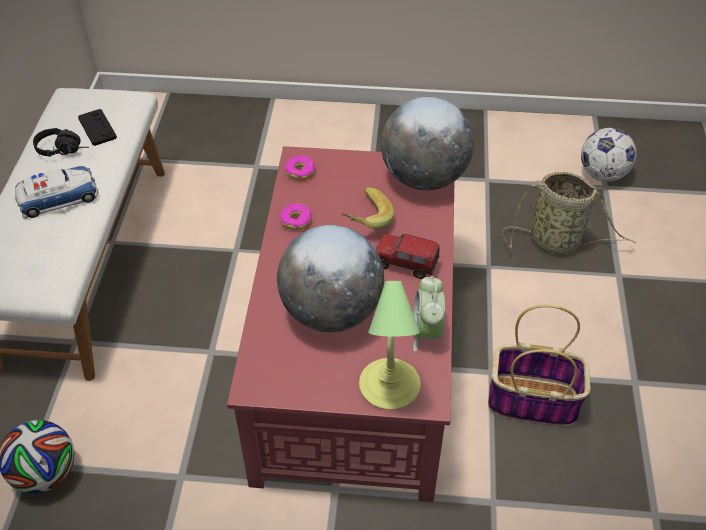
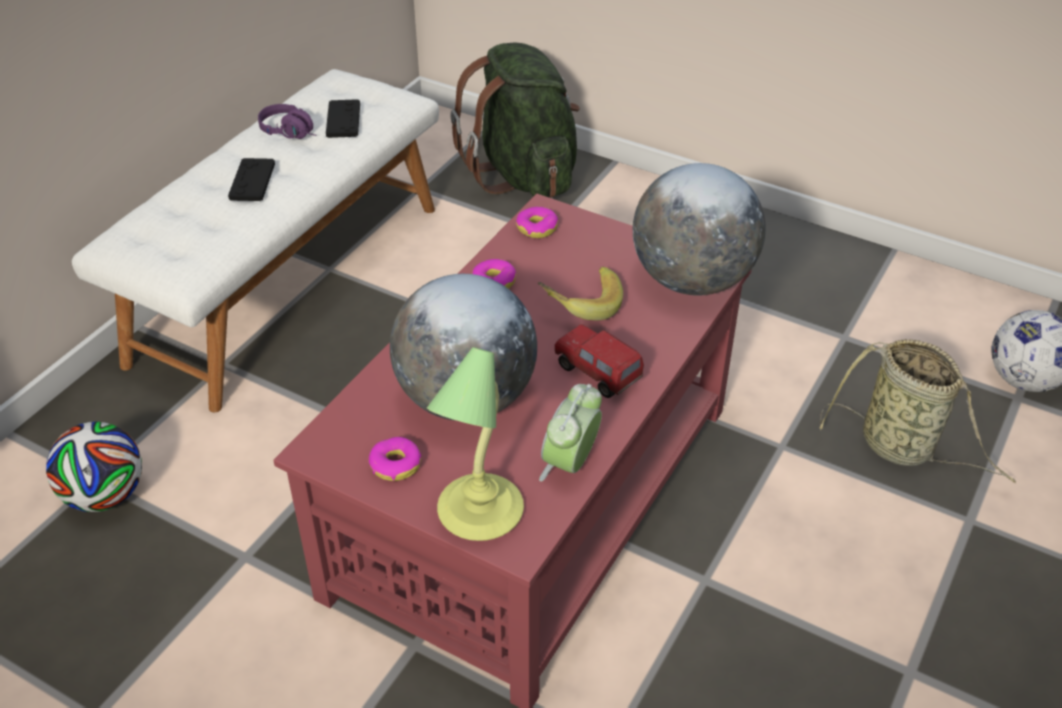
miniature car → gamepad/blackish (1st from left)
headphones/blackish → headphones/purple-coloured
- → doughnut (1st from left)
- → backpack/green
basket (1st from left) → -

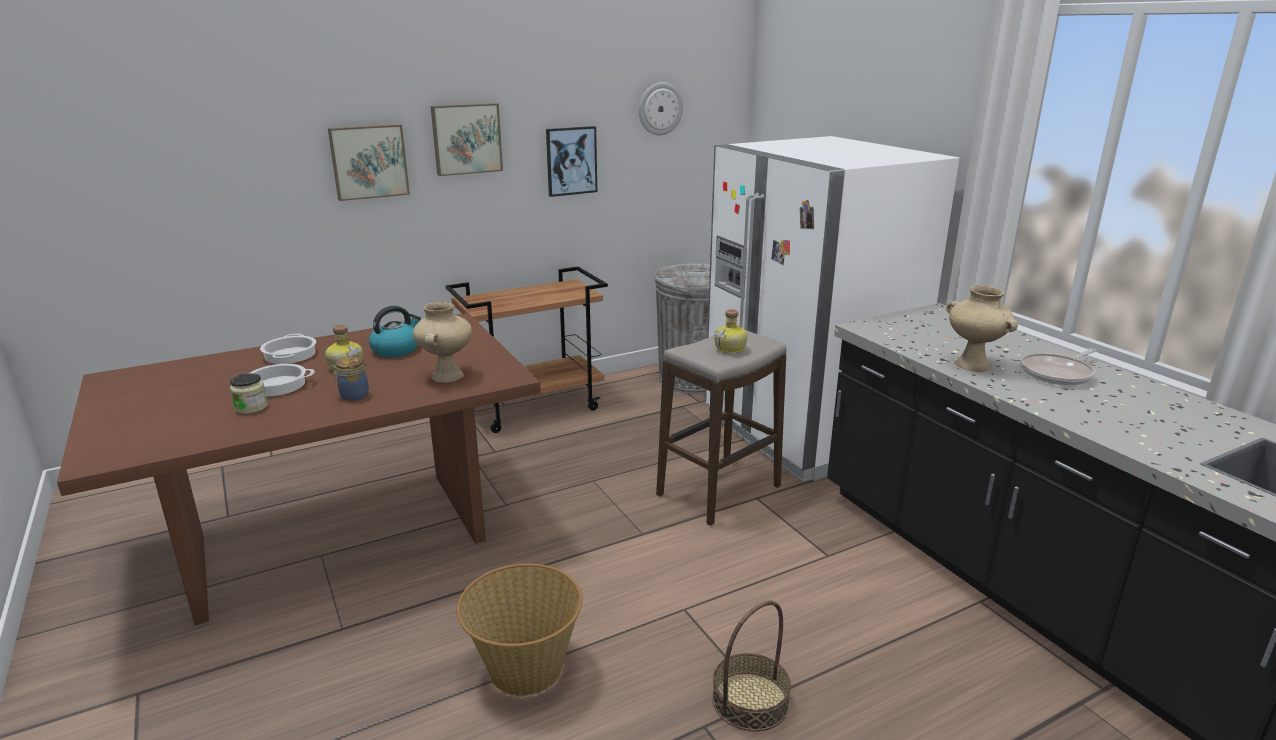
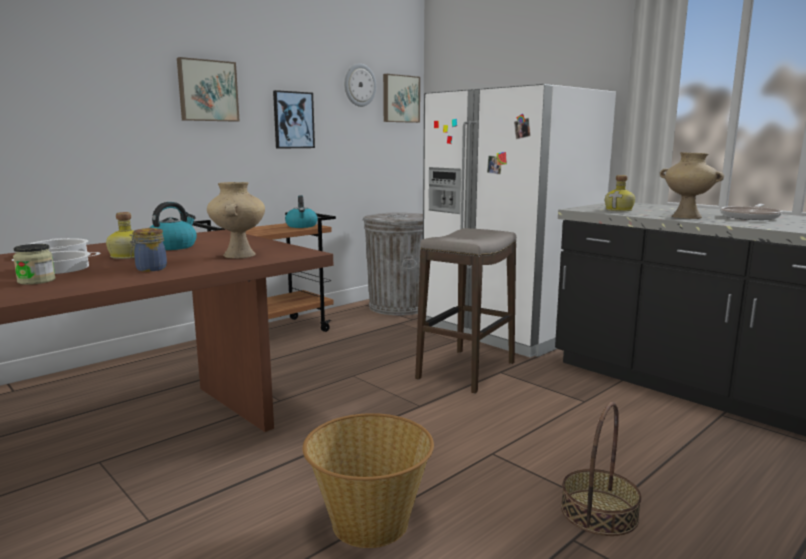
- → water kettle (2nd from left)
picture (1st from left in the first image) → picture (3rd from left), moved
drink bottle (2nd from left), moved

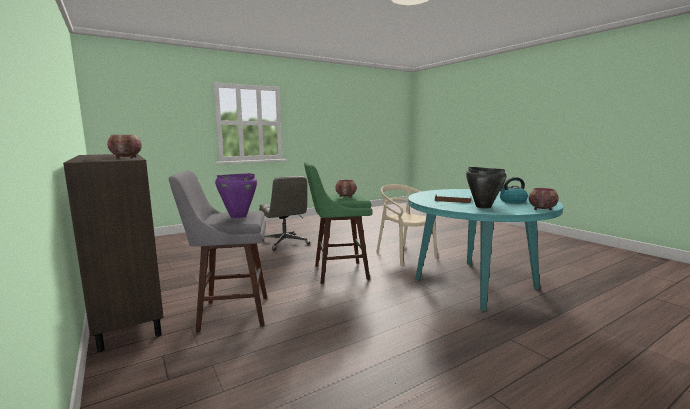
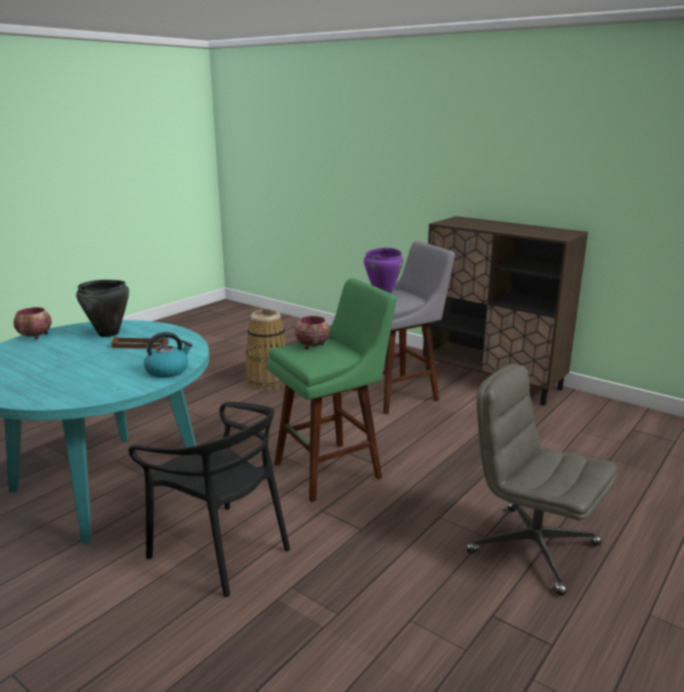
upright chair/beige-coloured → upright chair/blackish
water kettle, moved
- → basket
bowl (1st from left) → -

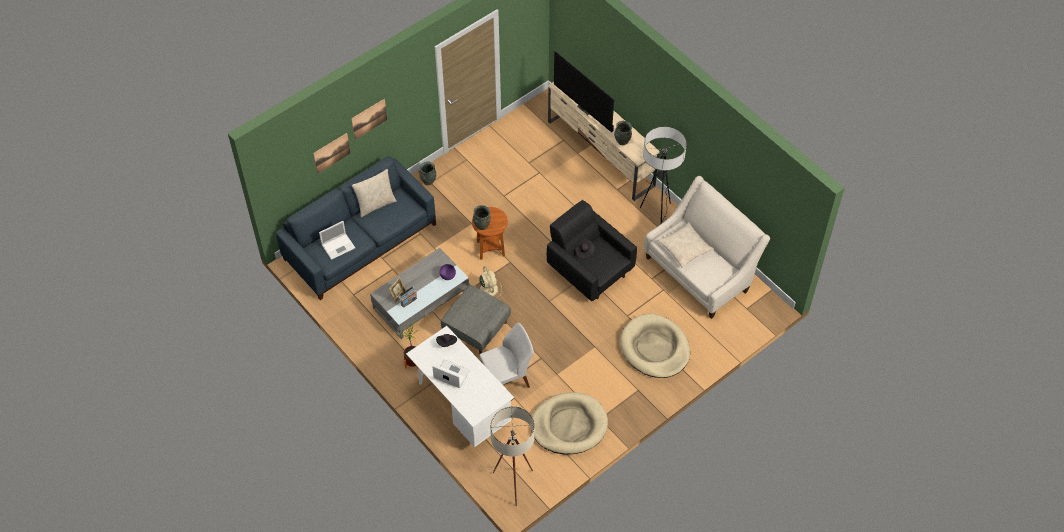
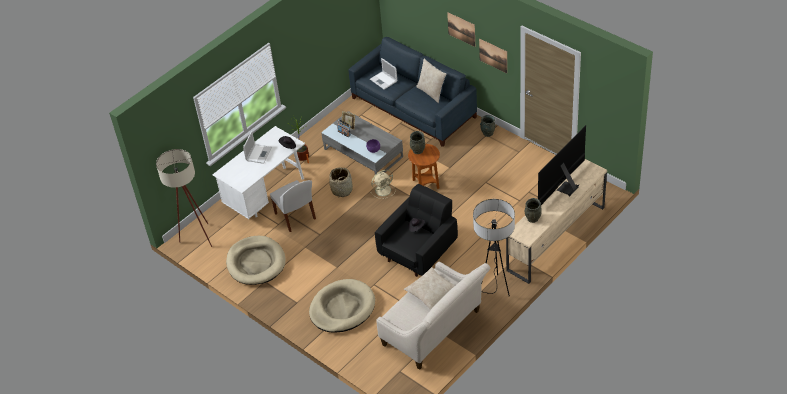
pouffe/gray → basket
picture (1st from left in the first image) → picture (2nd from left), moved

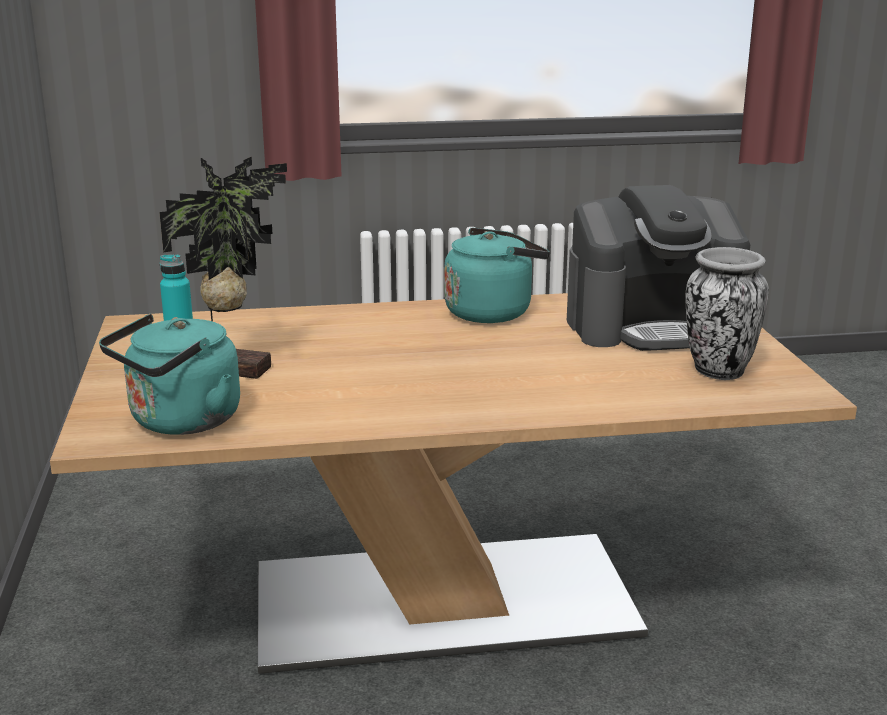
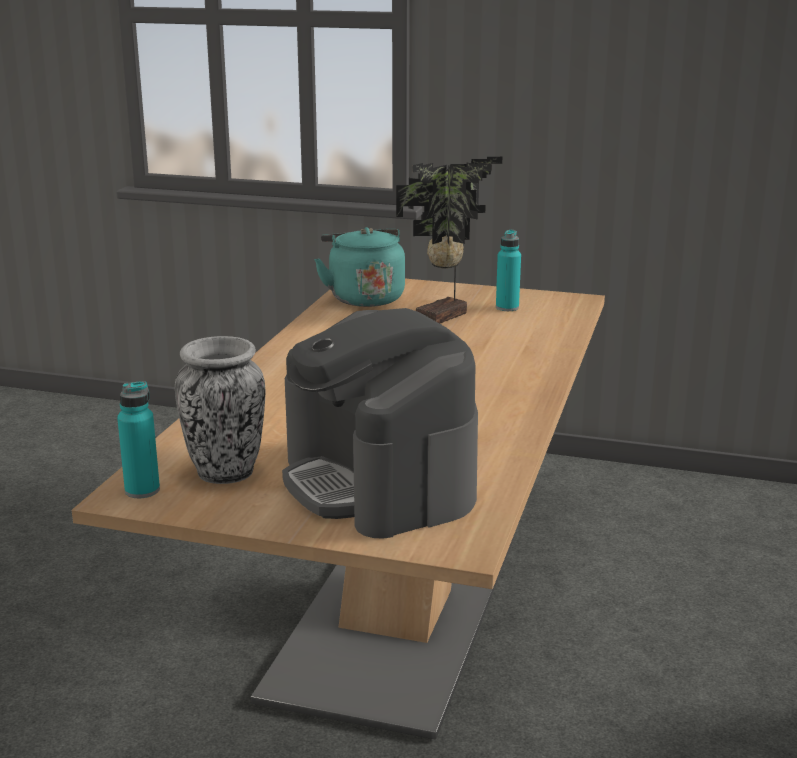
- → drink bottle/turquoise (1st from left)
coffee maker, 45 degrees counterclockwise
water kettle/turquoise (2nd from left) → -

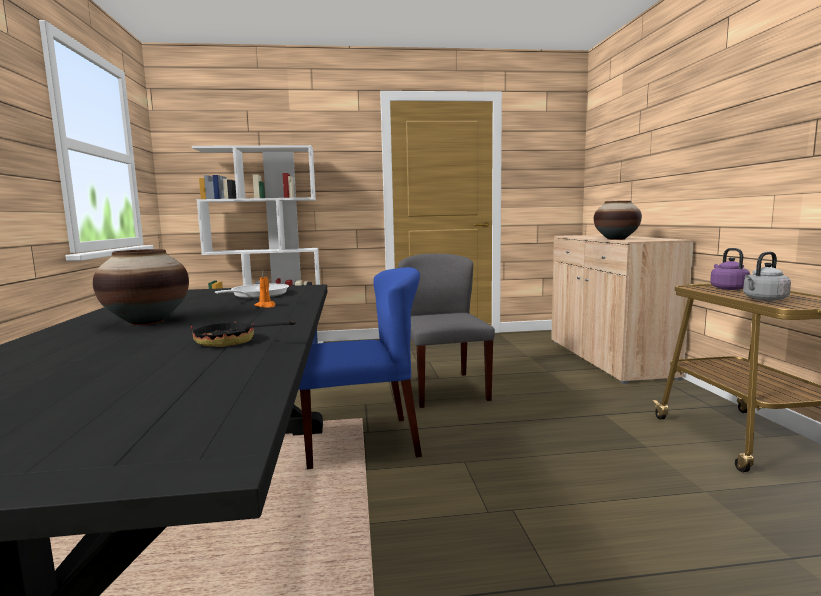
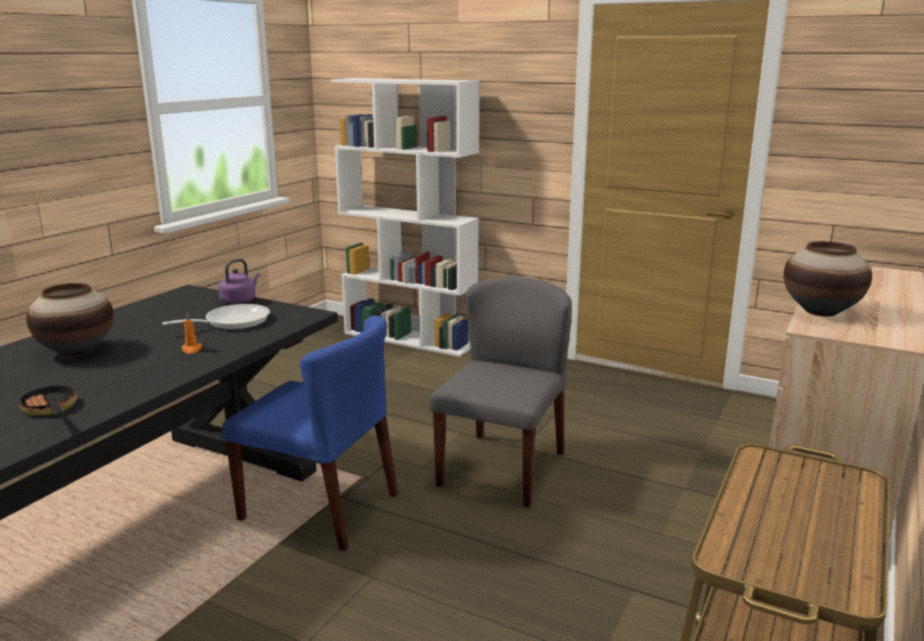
water kettle/purple-coloured, moved
water kettle/gray → -

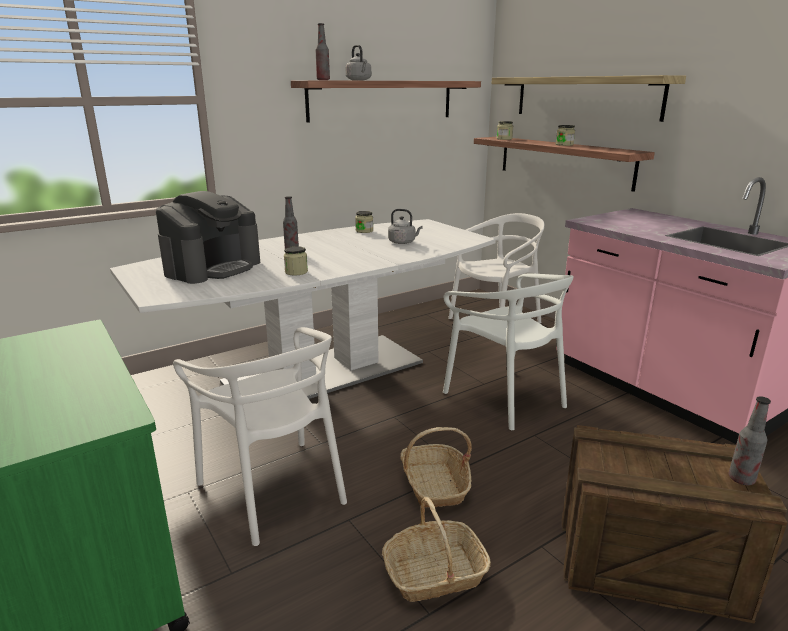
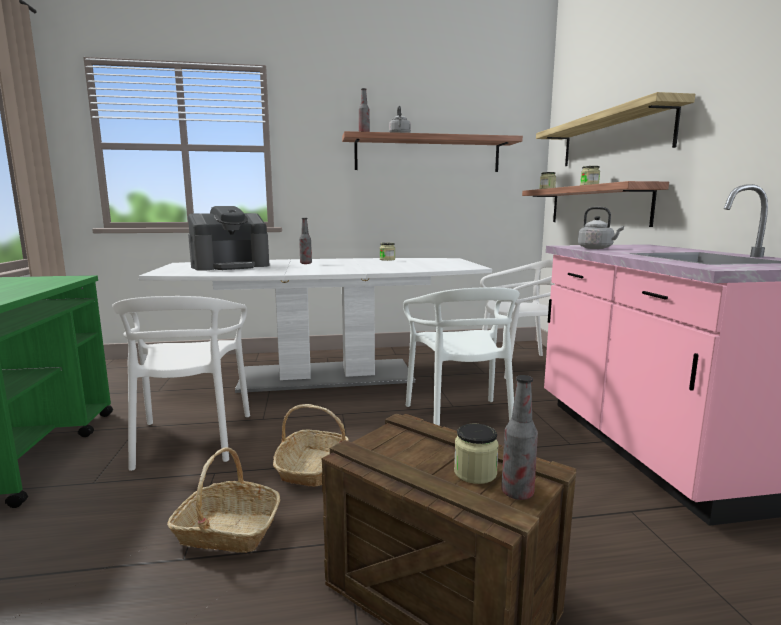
storage jar (1st from left in the first image) → storage jar (2nd from left), moved
water kettle/gray (2nd from left), moved

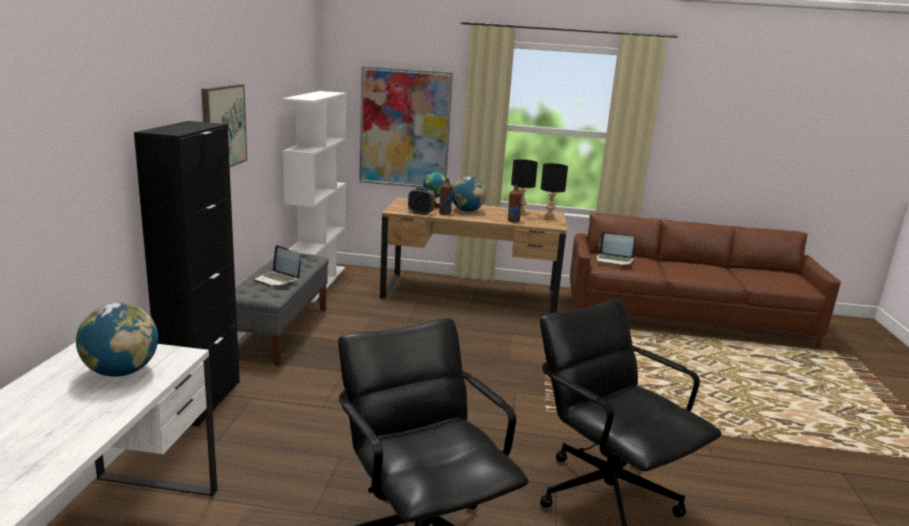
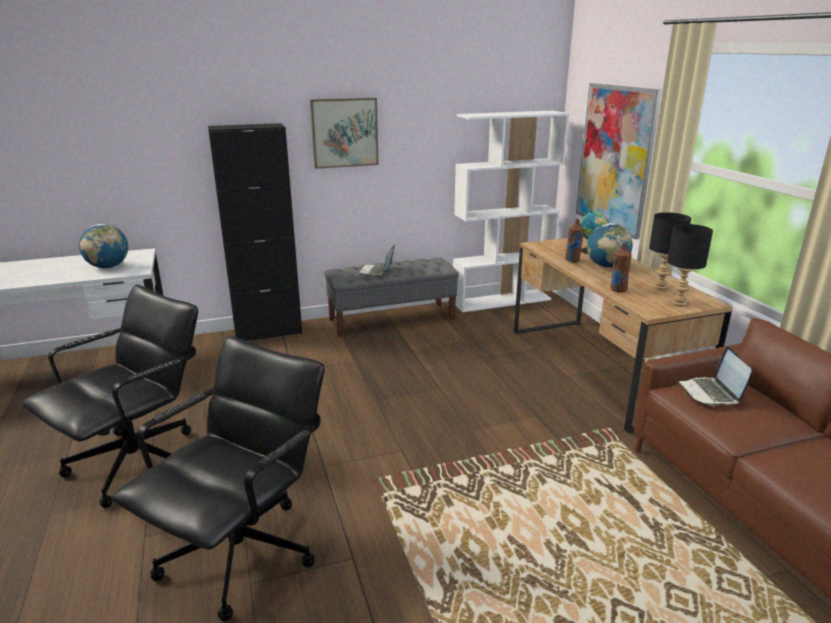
alarm clock → -

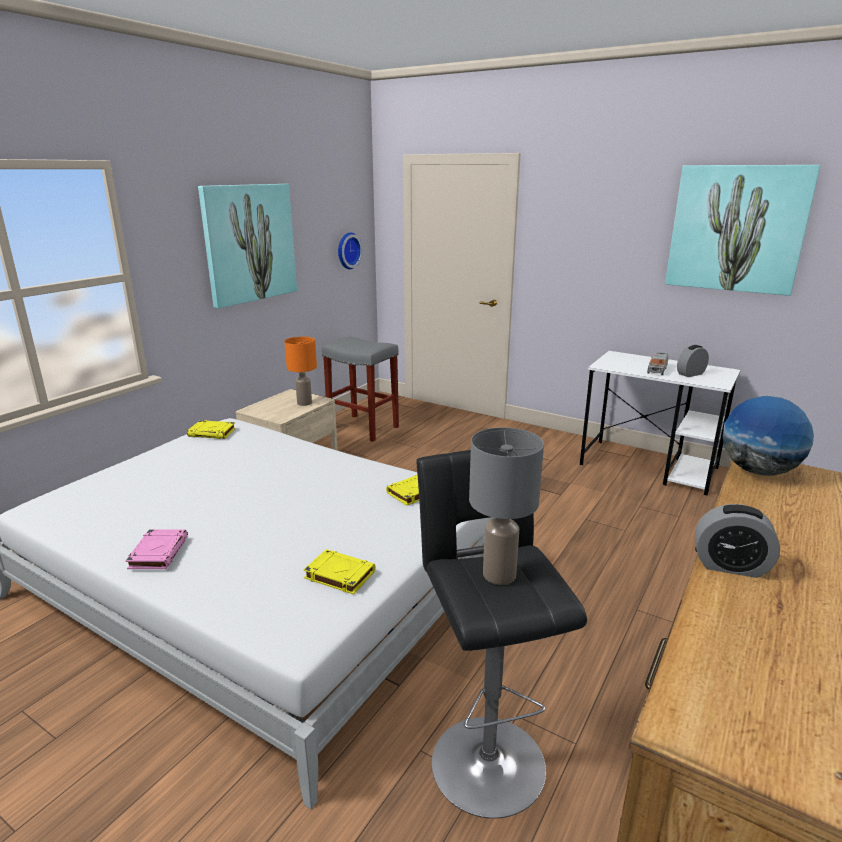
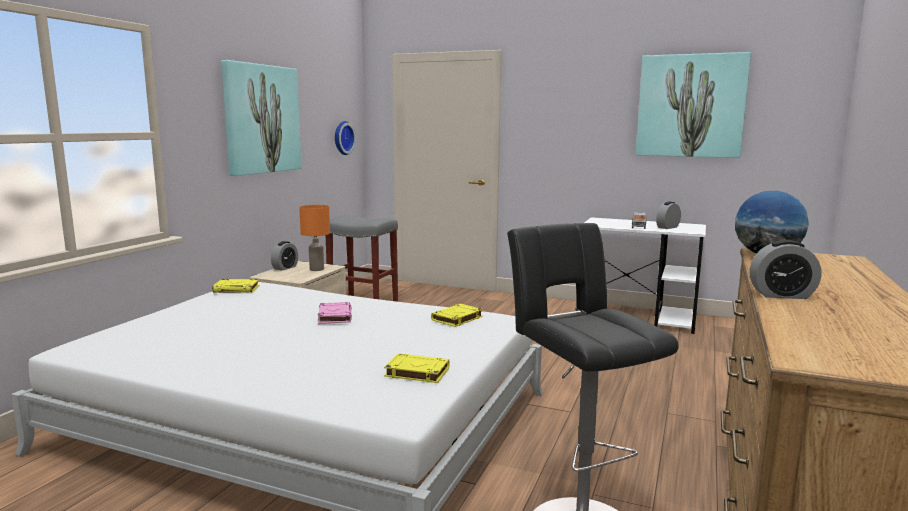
- → alarm clock (1st from left)
volume/pinkish, moved
lamp for a table/gray → -

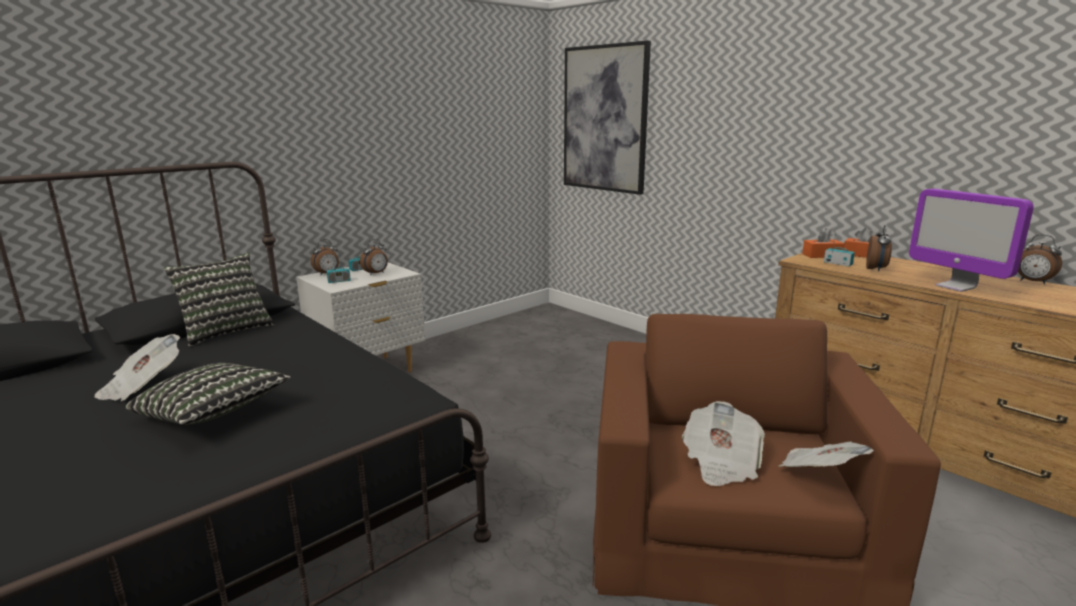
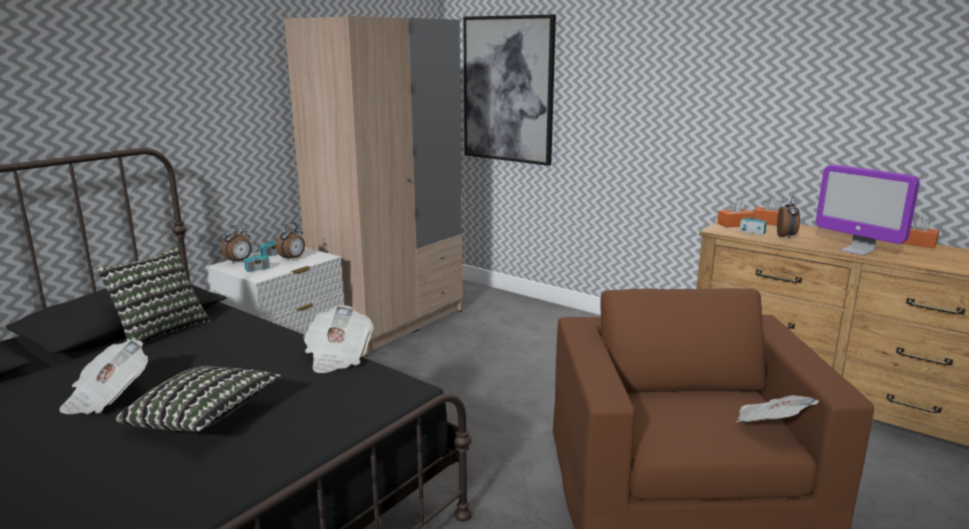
- → wardrobe/beige-coloured
printed paper (2nd from left), moved
alarm clock (4th from left) → tissue box/orange-coloured (3rd from left)

